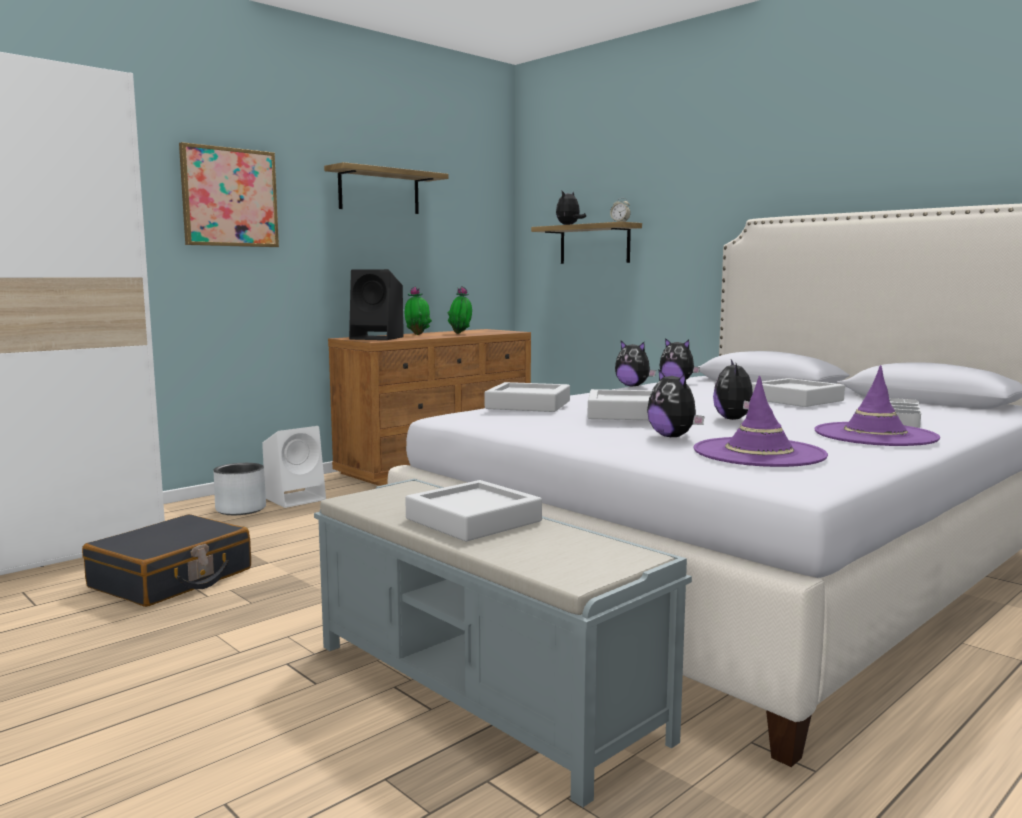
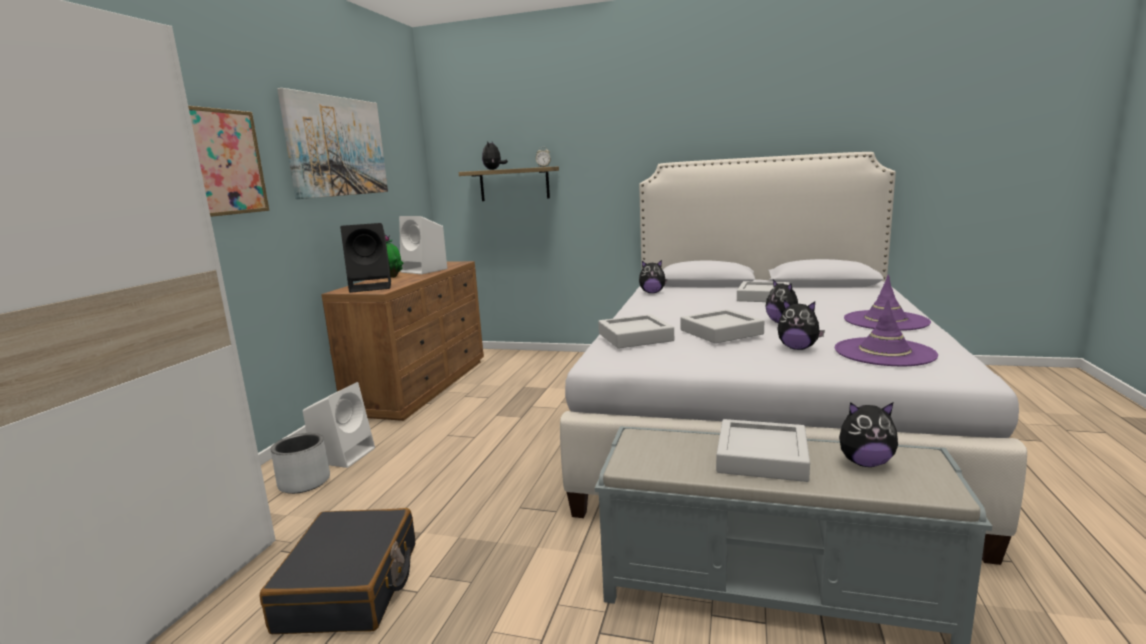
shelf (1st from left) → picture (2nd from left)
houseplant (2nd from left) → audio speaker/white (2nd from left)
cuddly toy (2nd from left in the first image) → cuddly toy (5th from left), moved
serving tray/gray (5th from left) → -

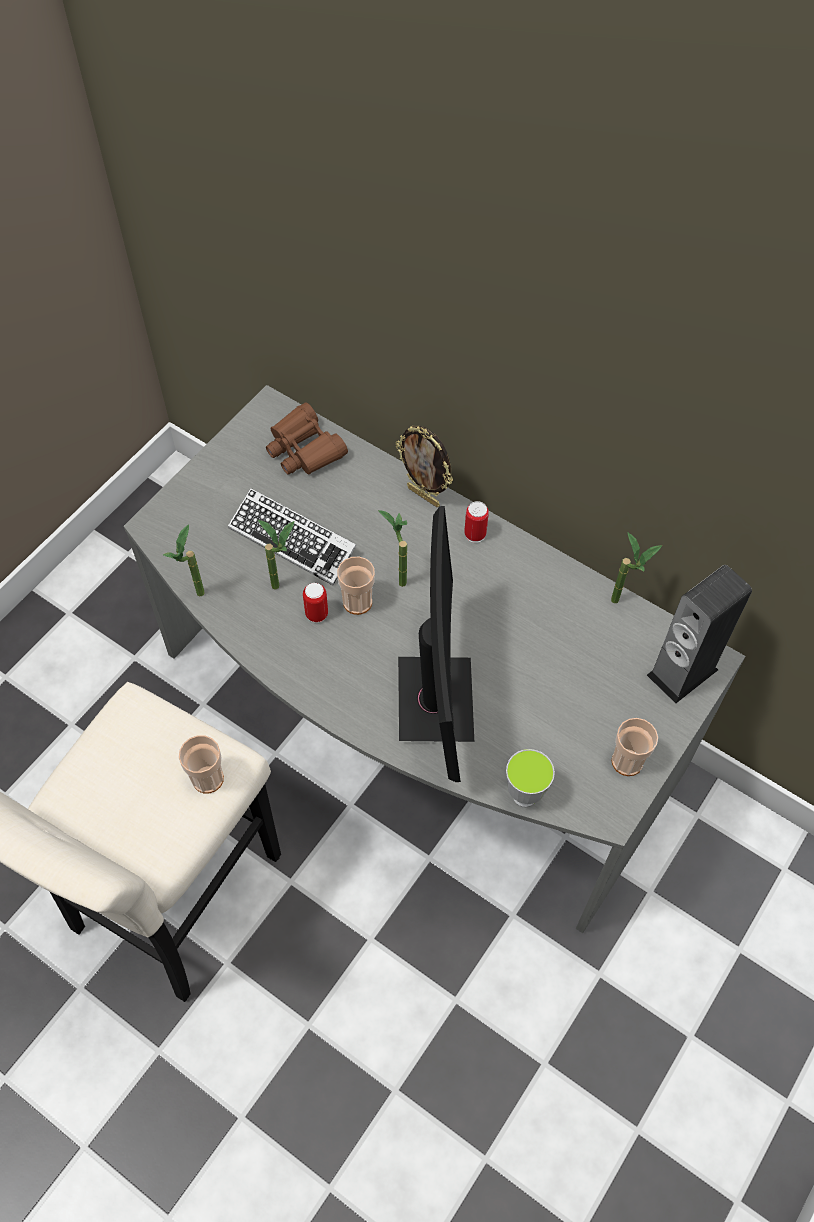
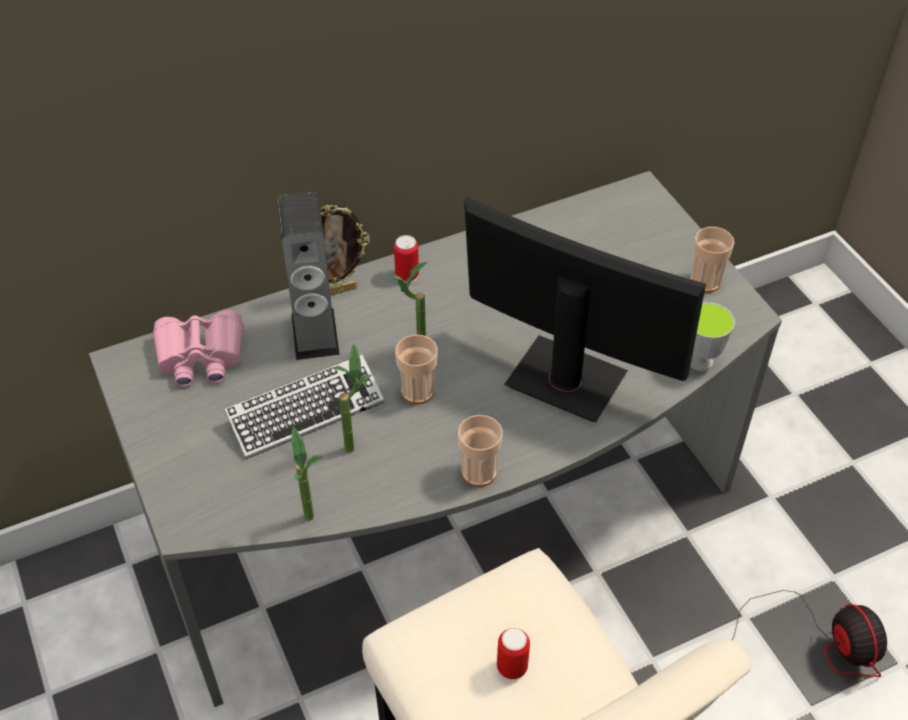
binoculars/brownish → binoculars/pinkish
audio speaker, moved
cup (1st from left in the first image) → cup (2nd from left), moved
sealed can (1st from left in the first image) → sealed can (2nd from left), moved
- → electric fan
houseplant (4th from left) → -

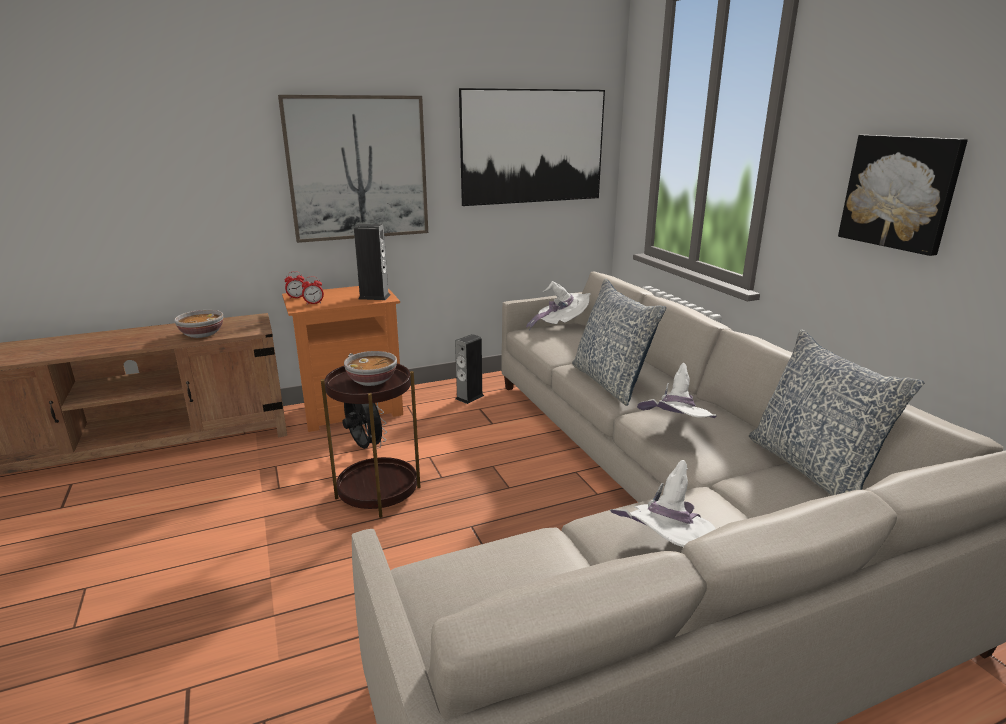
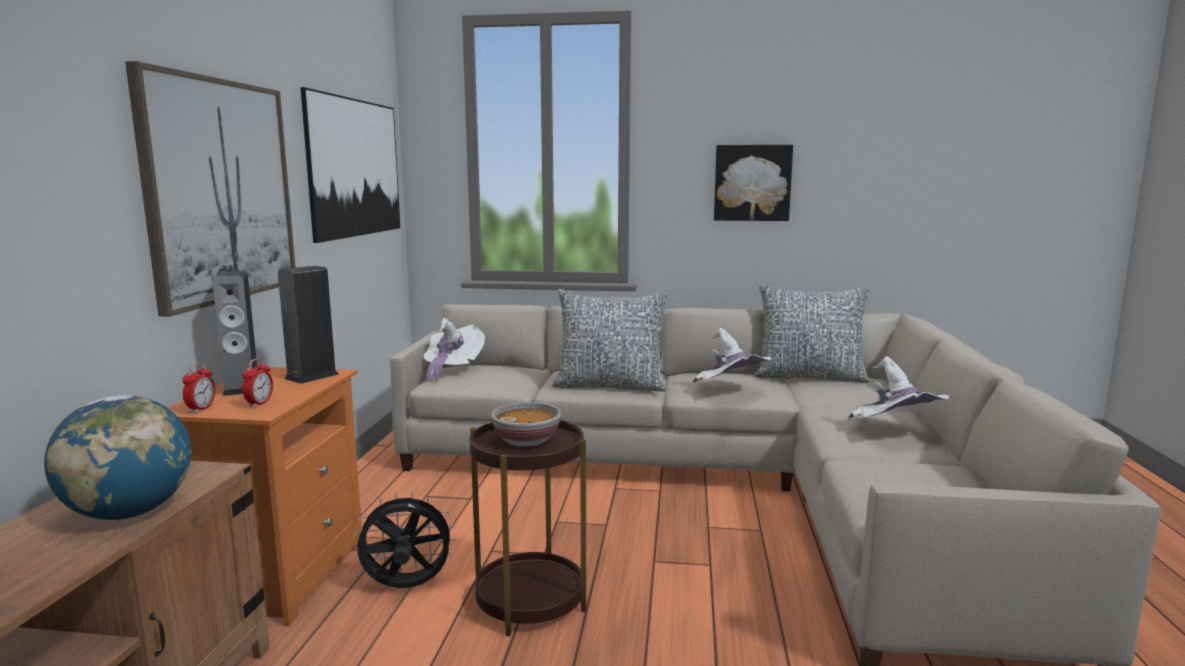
bowl (1st from left) → desk globe
audio speaker (2nd from left in the first image) → audio speaker (1st from left), moved

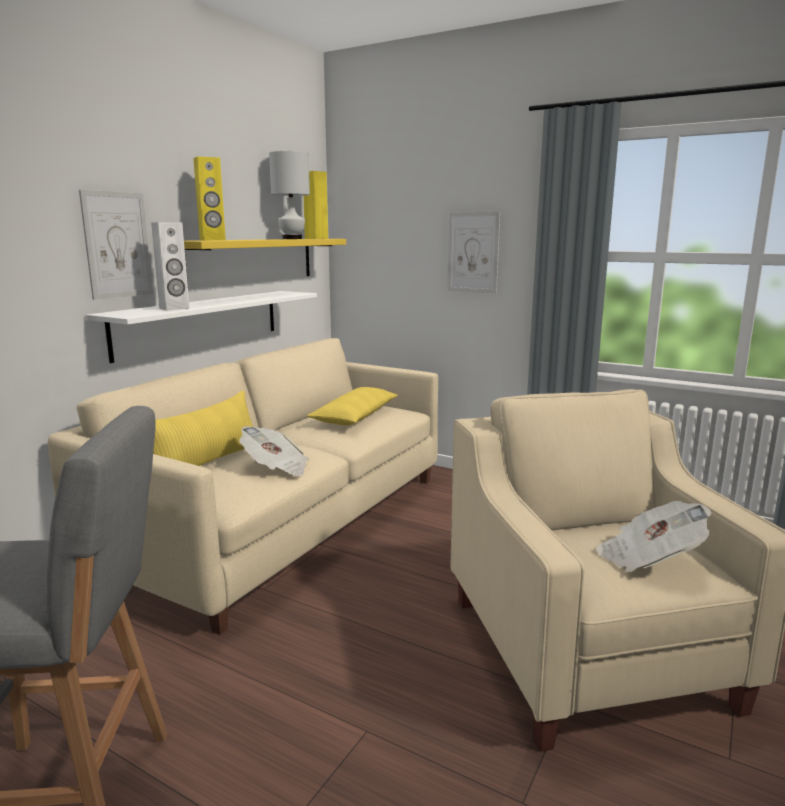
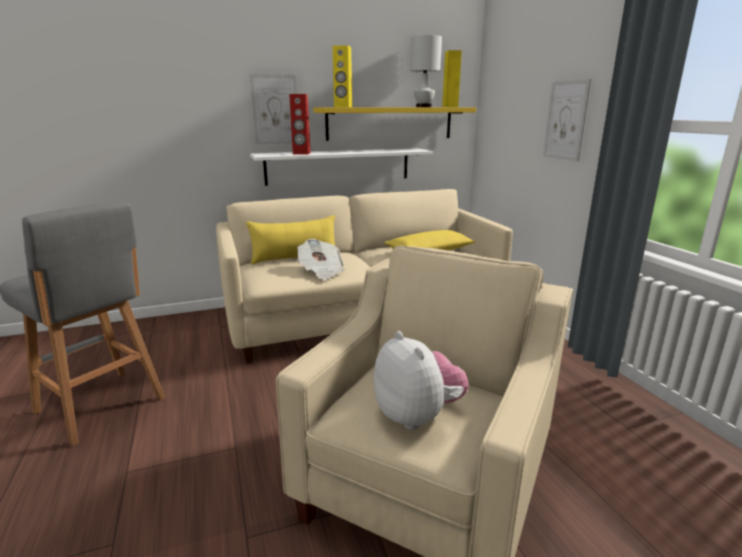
audio speaker/white → audio speaker/reddish
printed paper (2nd from left) → cuddly toy

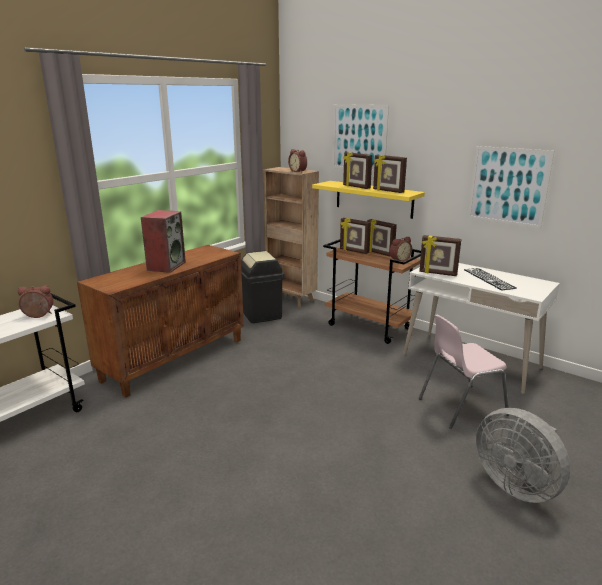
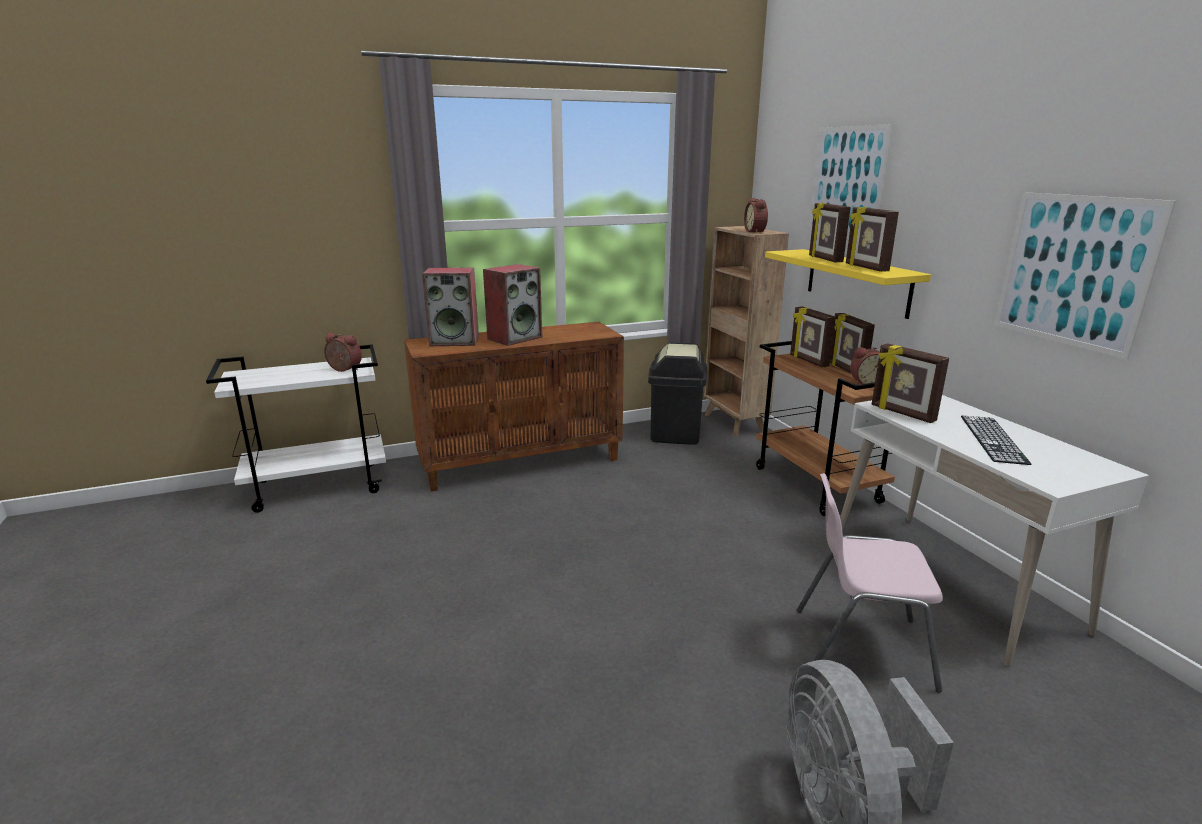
- → audio speaker (1st from left)

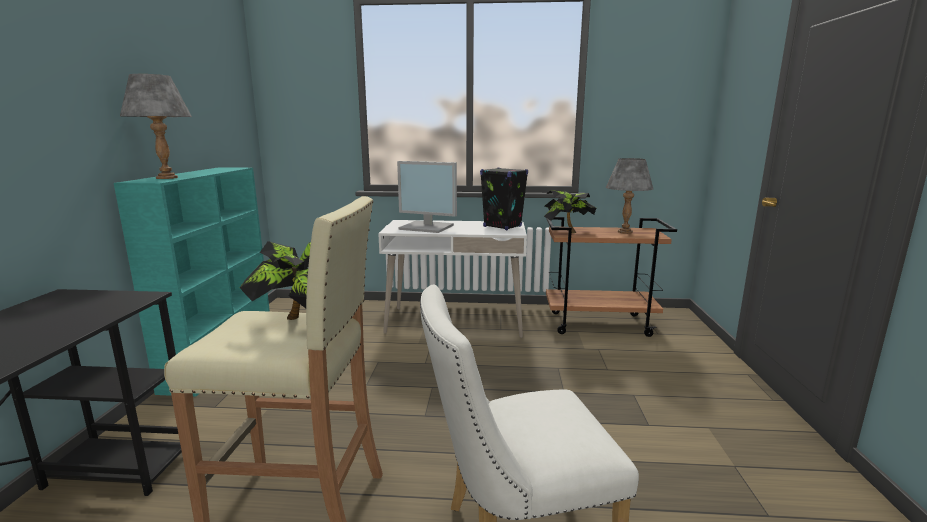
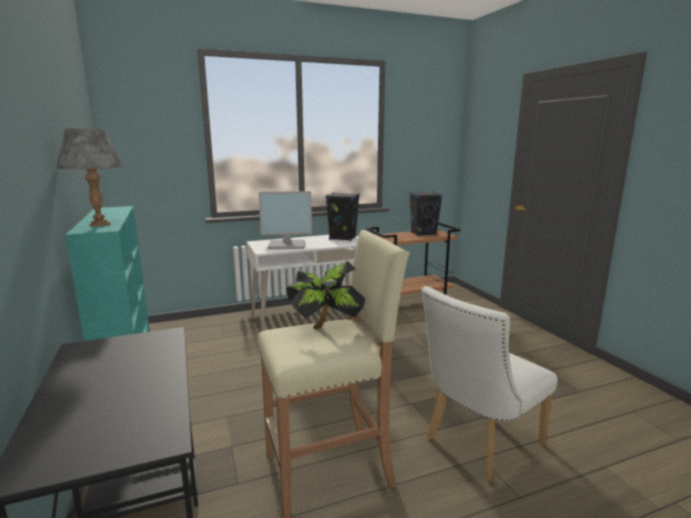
lamp for a table/gray (2nd from left) → audio speaker/blackish (2nd from left)
houseplant (2nd from left) → -

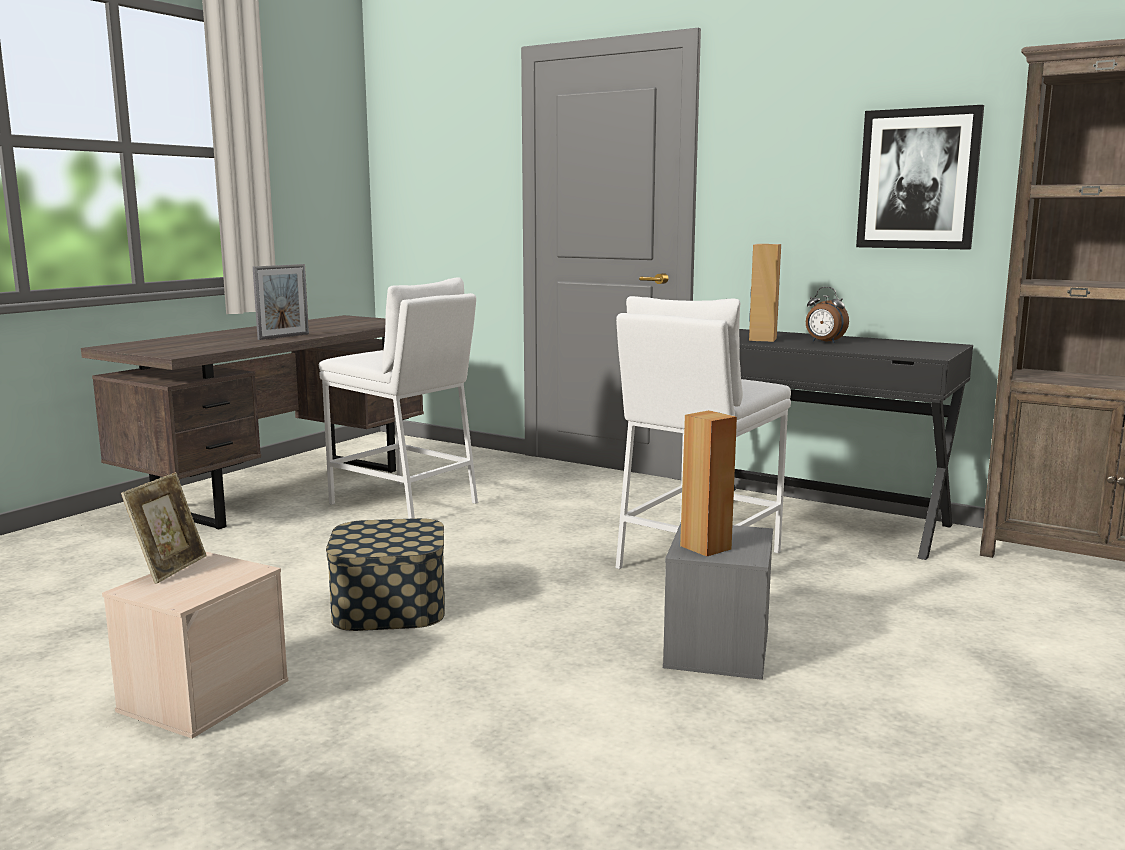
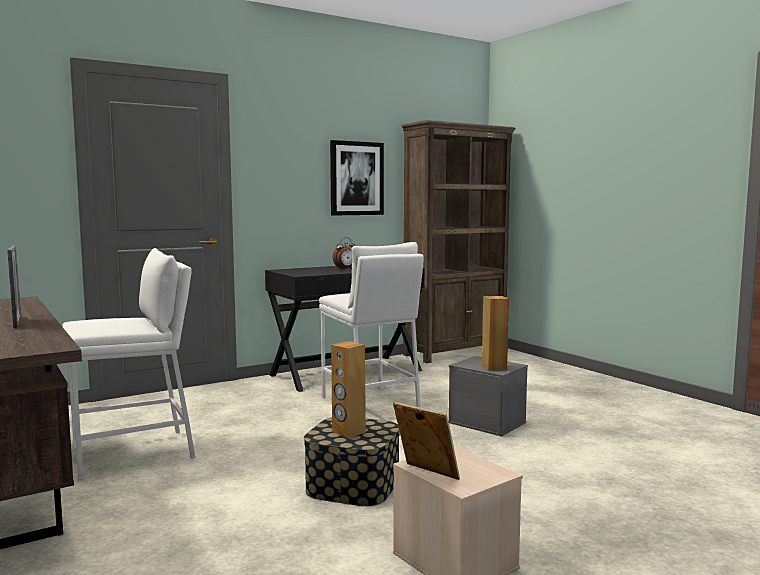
audio speaker/brownish (2nd from left in the first image) → audio speaker/brownish (1st from left), moved

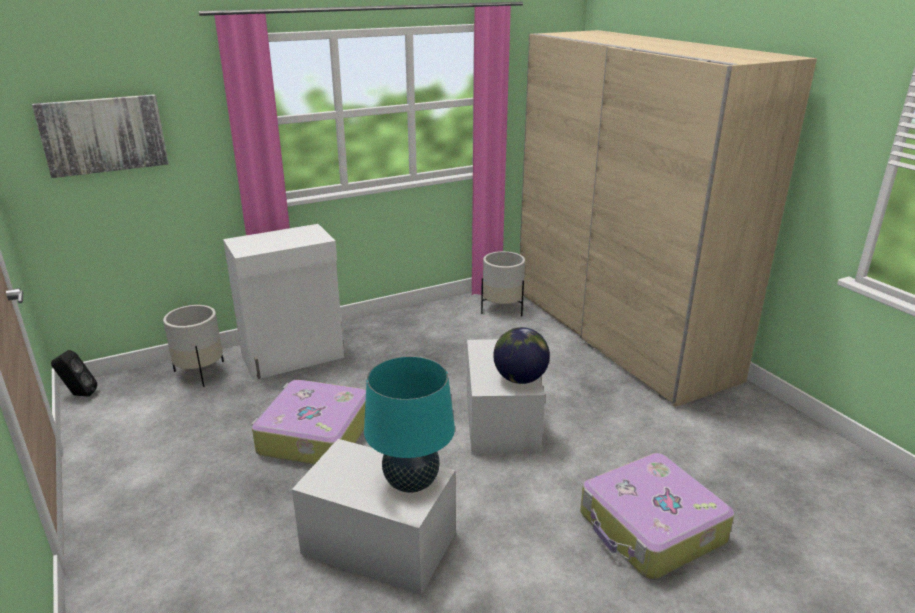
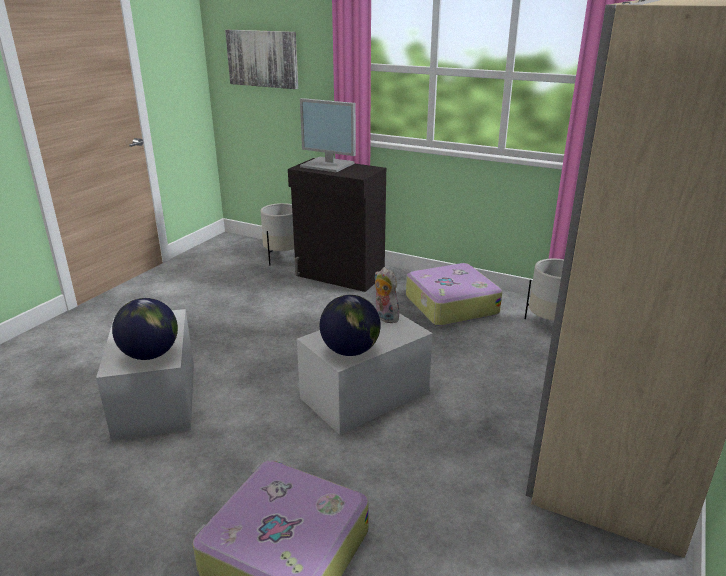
lamp for a table/turquoise → desk globe (1st from left)
cabinet/white → cabinet/blackish
- → computer screen
- → cuddly toy
suitcase (1st from left in the first image) → suitcase (2nd from left), moved
audio speaker/blackish → -

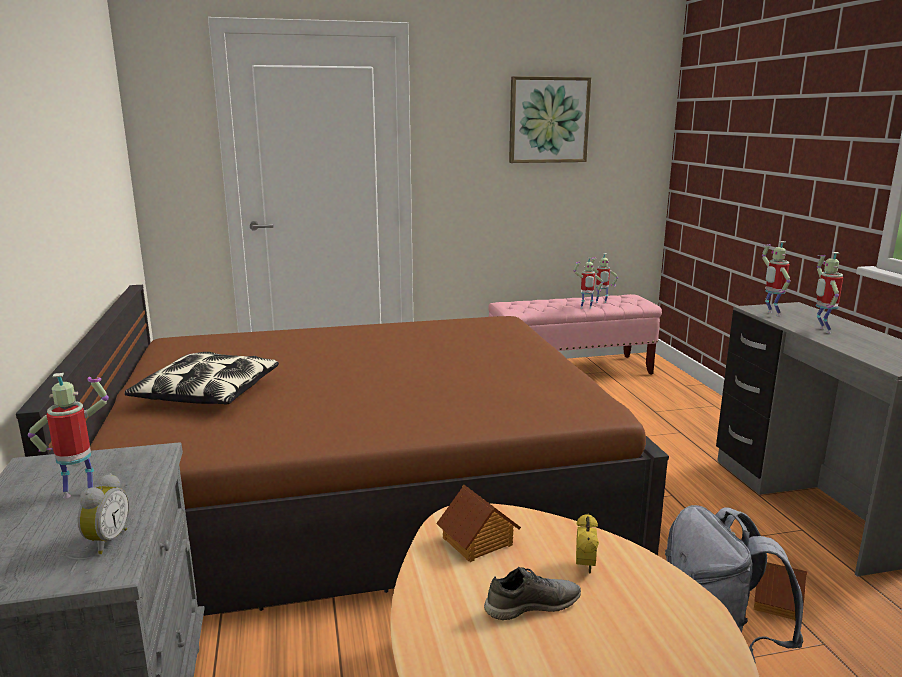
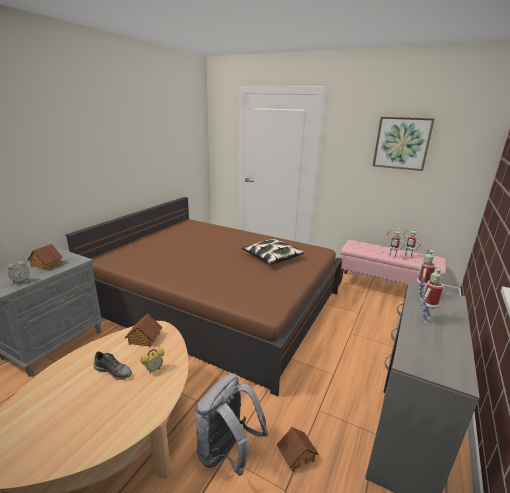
toy robot (1st from left) → model house (1st from left)
pillow, moved

